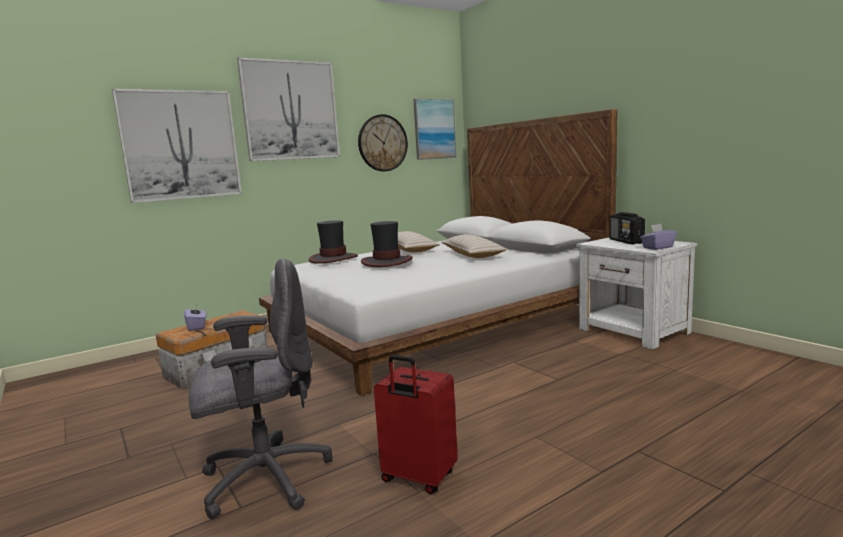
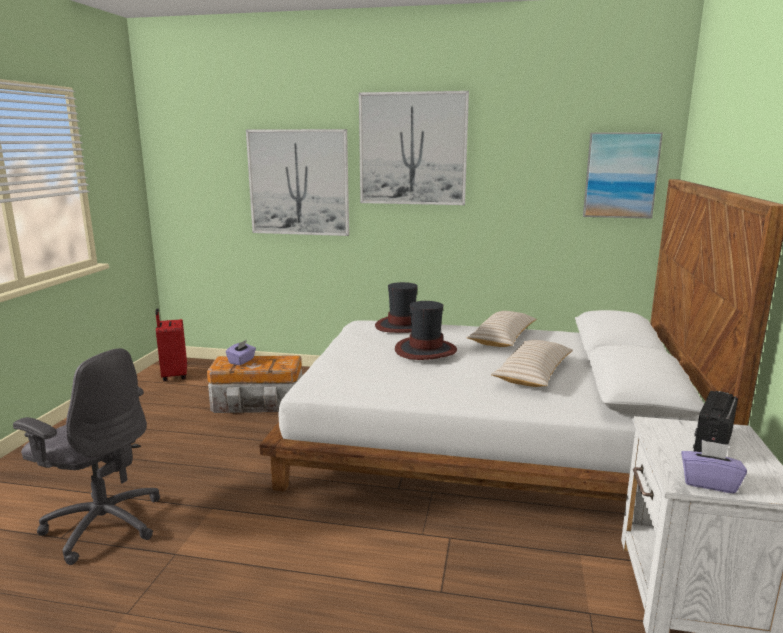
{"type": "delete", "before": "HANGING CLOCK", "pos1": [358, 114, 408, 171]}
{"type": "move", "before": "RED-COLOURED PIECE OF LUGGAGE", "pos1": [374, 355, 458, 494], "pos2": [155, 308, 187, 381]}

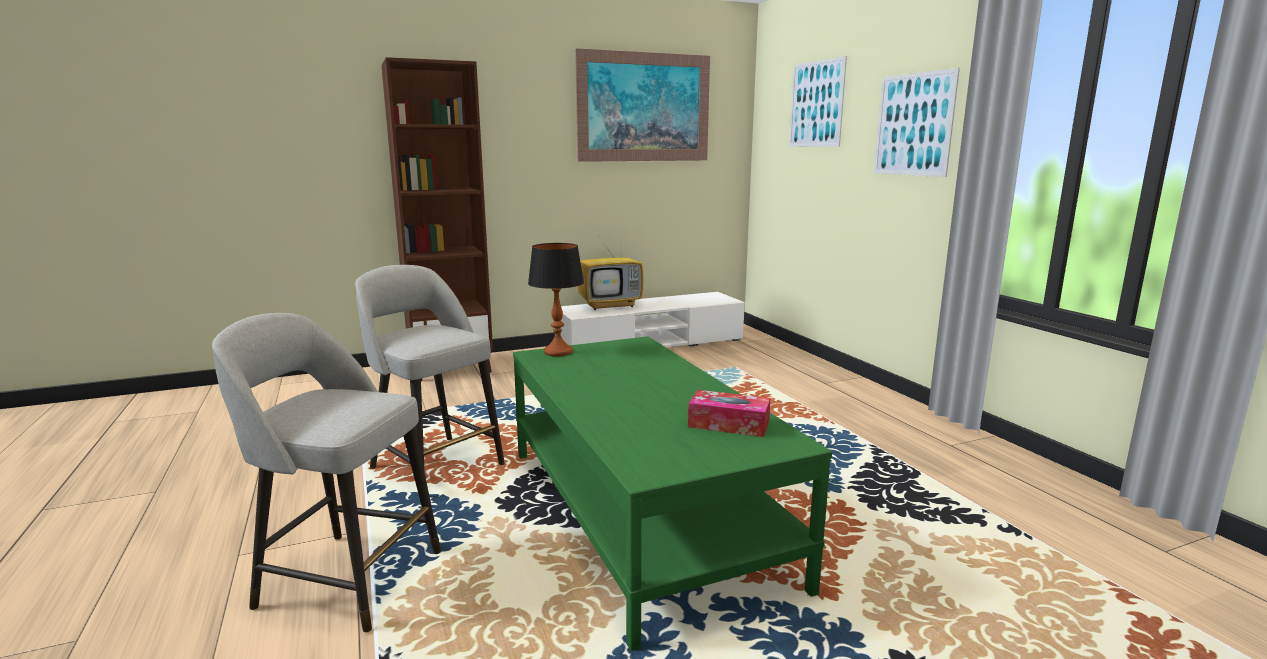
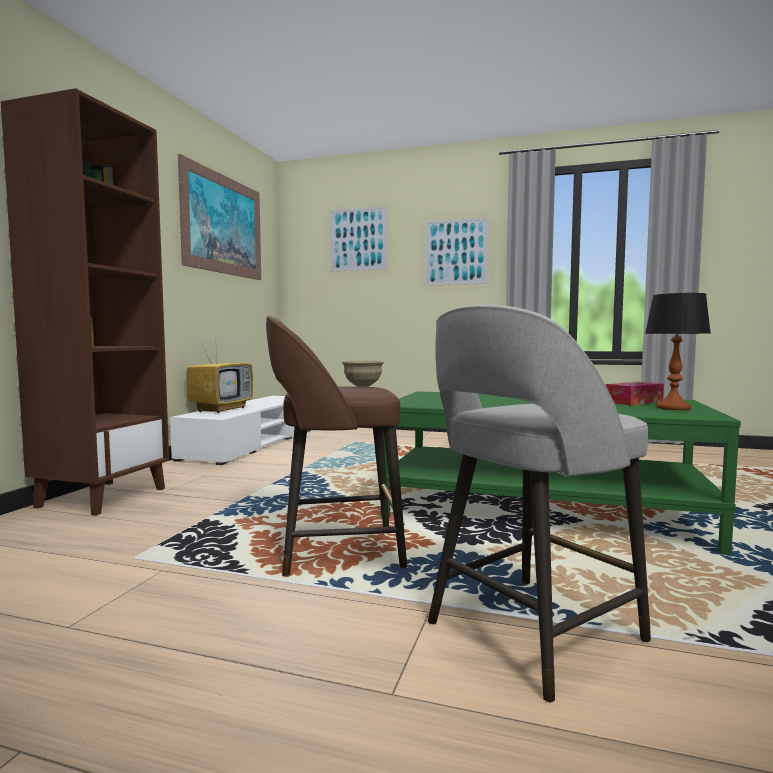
{"type": "move", "before": "LAMP FOR A TABLE", "pos1": [528, 243, 584, 356], "pos2": [645, 293, 711, 410]}
{"type": "recolor", "before": "GRAY SITTING STOOL", "after": "BROWN SITTING STOOL", "pos1": [355, 265, 505, 472], "pos2": [266, 316, 407, 576]}
{"type": "insert", "after": "SAND-COLOURED SERVING BOWL", "pos2": [342, 361, 384, 387]}

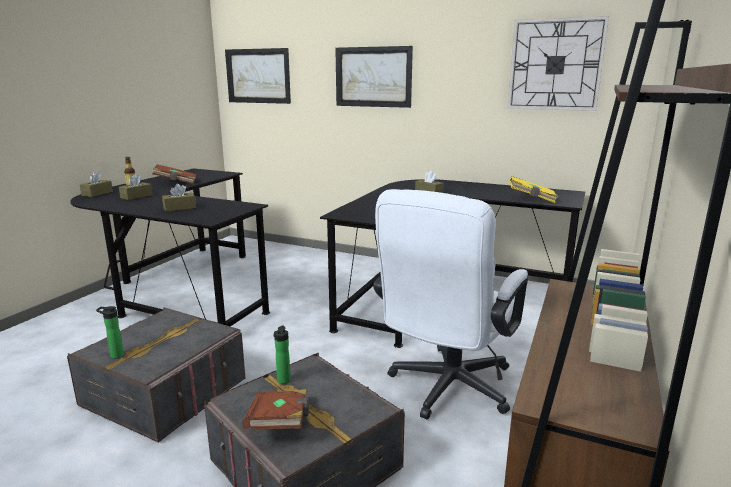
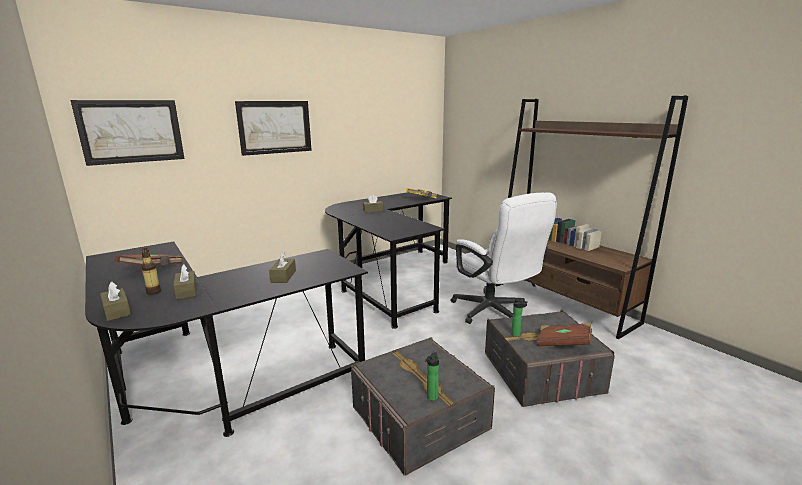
{"type": "delete", "before": "HANGING CLOCK", "pos1": [507, 16, 609, 111]}

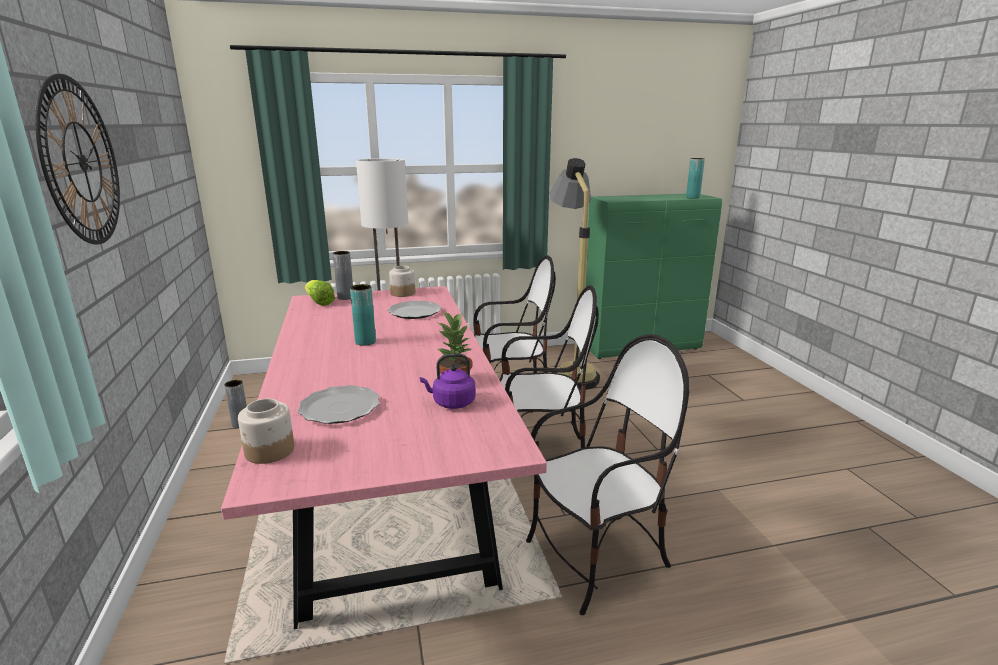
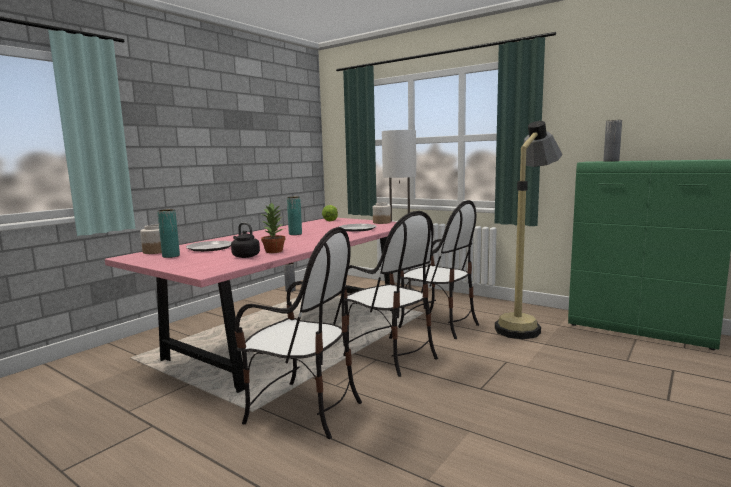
{"type": "delete", "before": "HANGING CLOCK", "pos1": [35, 74, 120, 245]}
{"type": "move", "before": "TURQUOISE DECORATIVE VASE", "pos1": [686, 158, 705, 199], "pos2": [157, 209, 180, 258]}
{"type": "move", "before": "GRAY DECORATIVE VASE", "pos1": [333, 251, 353, 300], "pos2": [603, 120, 622, 162]}
{"type": "recolor", "before": "PURPLE KETTLE", "after": "BLACK-COLOURED KETTLE", "pos1": [420, 354, 475, 409], "pos2": [231, 223, 260, 258]}

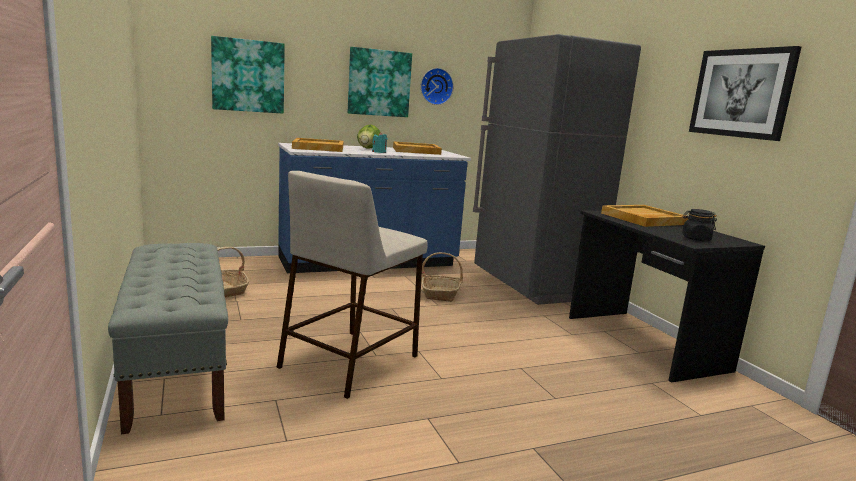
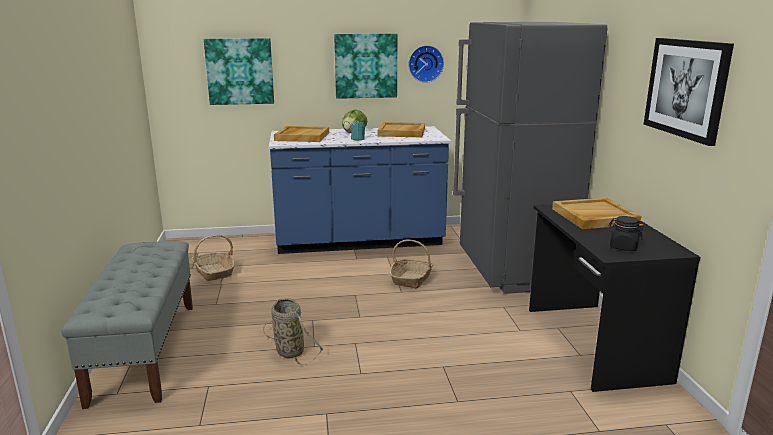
{"type": "replace", "before": "SAND-COLOURED SITTING STOOL", "after": "BASKET", "pos1": [276, 171, 428, 399], "pos2": [263, 298, 324, 365]}

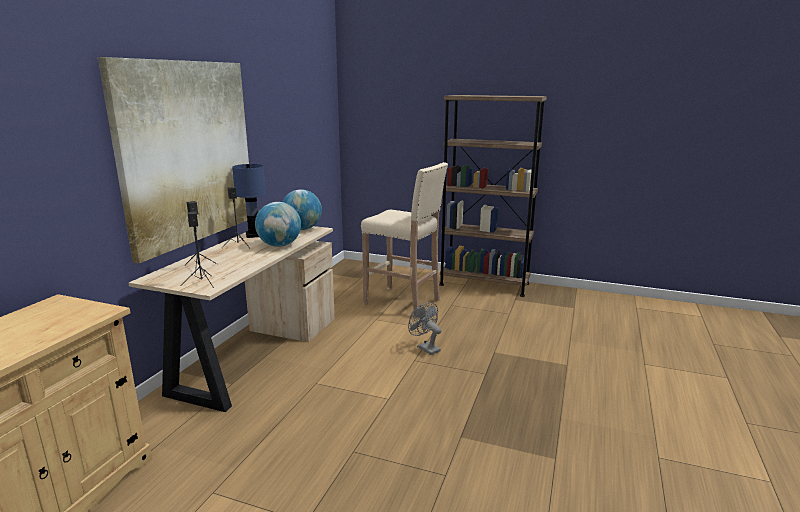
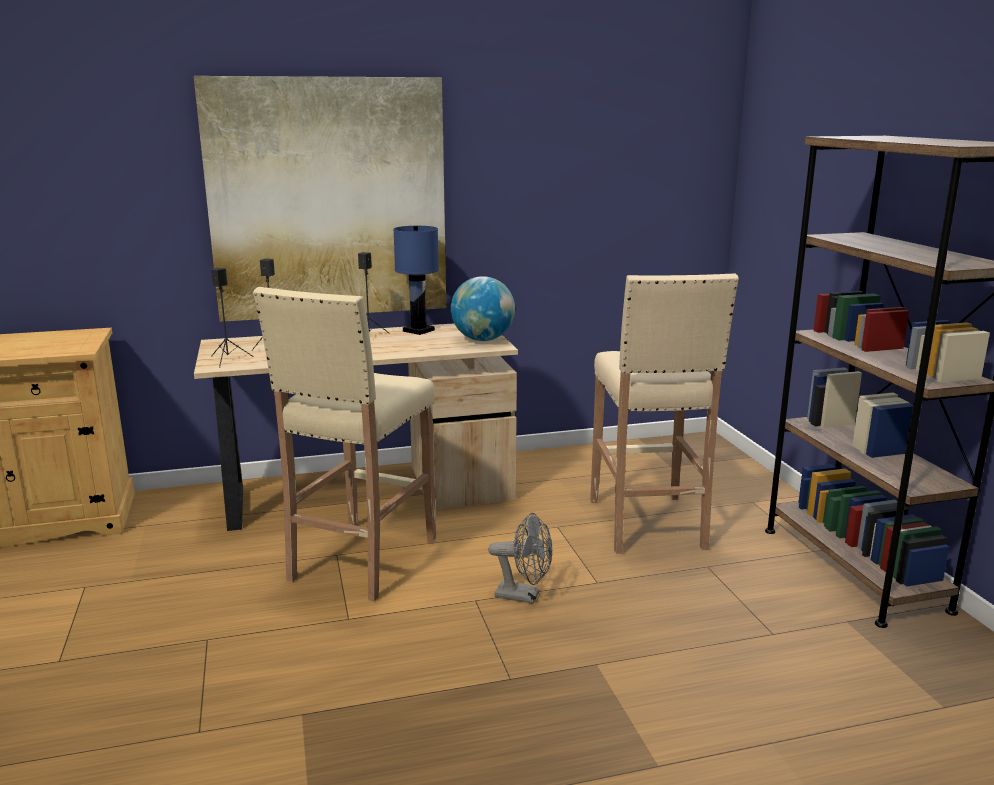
{"type": "delete", "before": "DESK GLOBE", "pos1": [255, 202, 301, 247]}
{"type": "rotate", "before": "GRAY FAN", "pos1": [408, 302, 441, 355], "pos2": [488, 513, 553, 604], "turn": 90}
{"type": "insert", "after": "SAND-COLOURED SITTING STOOL", "pos2": [253, 287, 436, 601]}

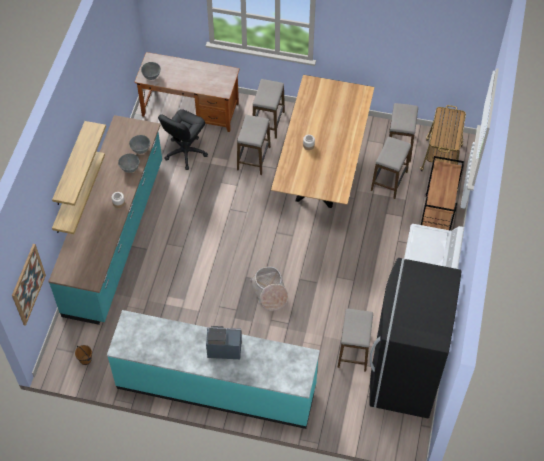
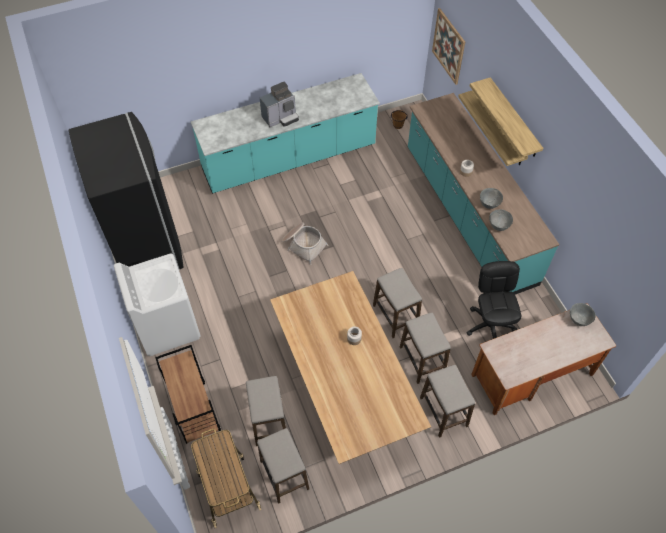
{"type": "move", "before": "SITTING STOOL", "pos1": [337, 309, 373, 372], "pos2": [373, 268, 422, 338]}

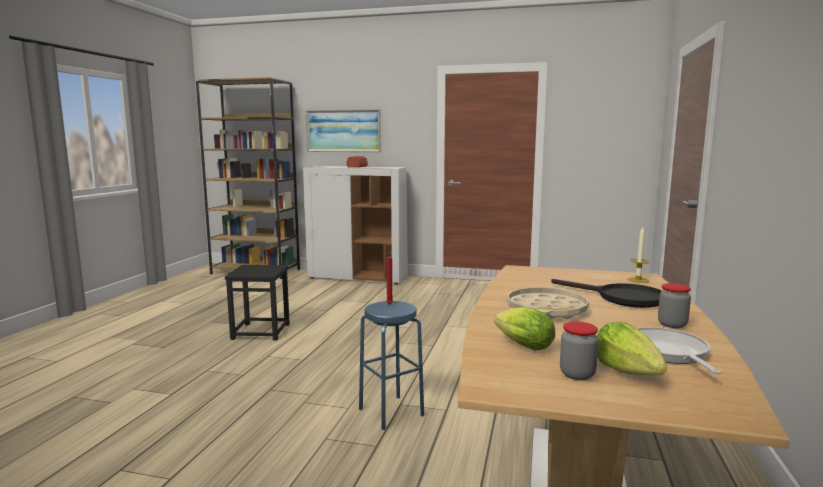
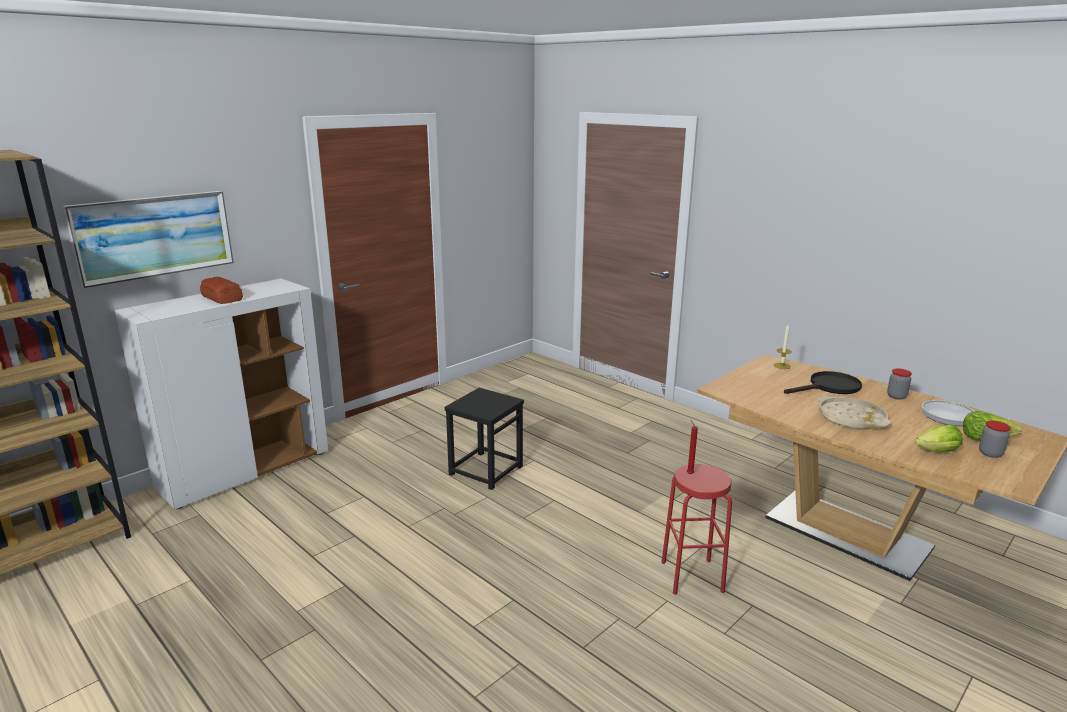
{"type": "move", "before": "BLACK-COLOURED SITTING STOOL", "pos1": [225, 265, 290, 341], "pos2": [445, 388, 524, 490]}
{"type": "recolor", "before": "BLUE SITTING STOOL", "after": "RED-COLOURED SITTING STOOL", "pos1": [359, 301, 424, 430], "pos2": [661, 464, 732, 595]}

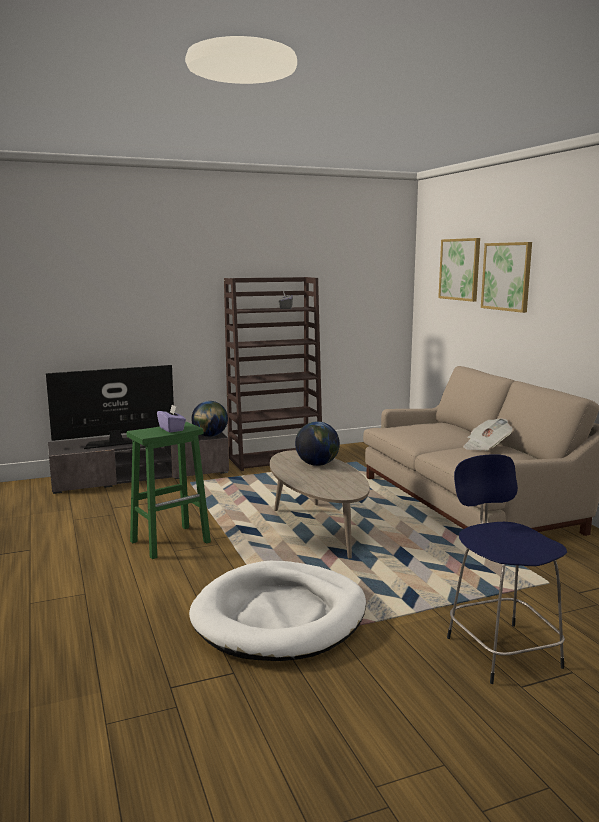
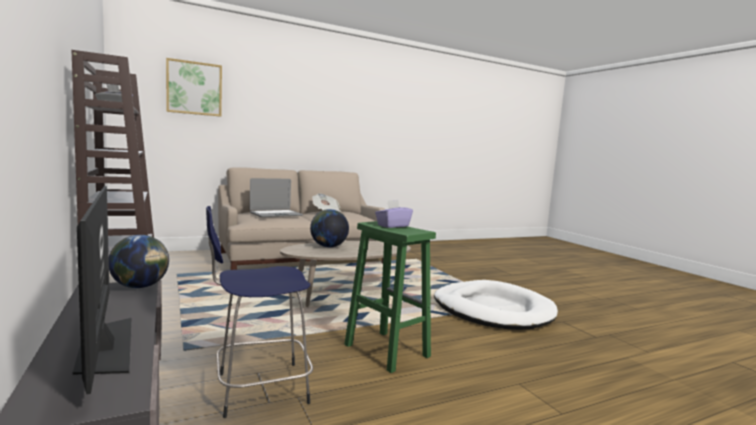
{"type": "delete", "before": "WALL PICTURE", "pos1": [481, 242, 532, 313]}
{"type": "move", "before": "BLUE SITTING STOOL", "pos1": [447, 454, 567, 684], "pos2": [206, 206, 313, 418]}
{"type": "insert", "after": "PORTABLE COMPUTER", "pos2": [250, 178, 303, 217]}

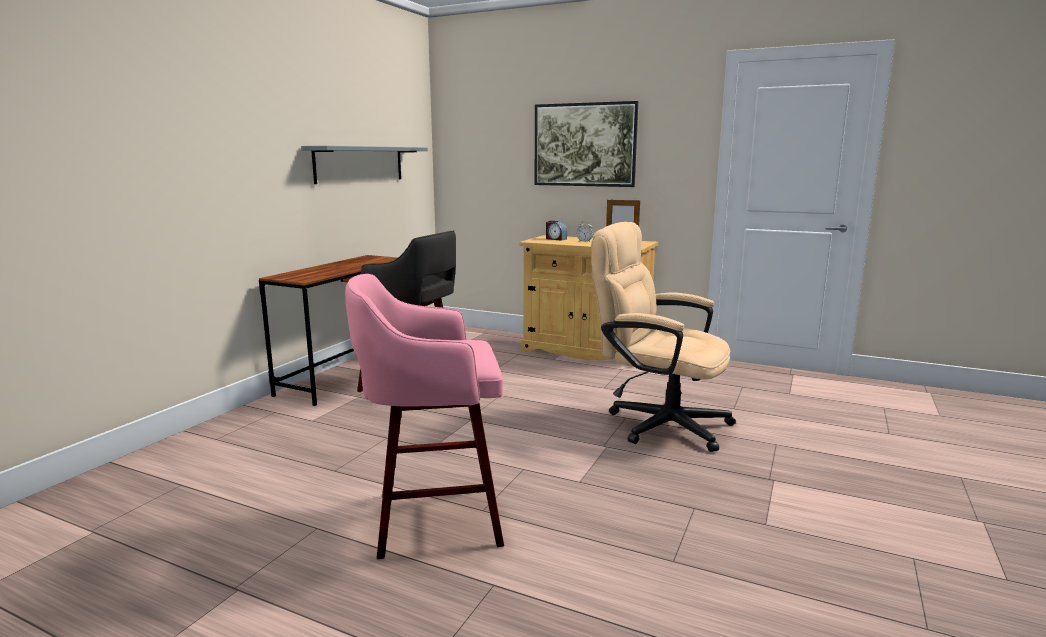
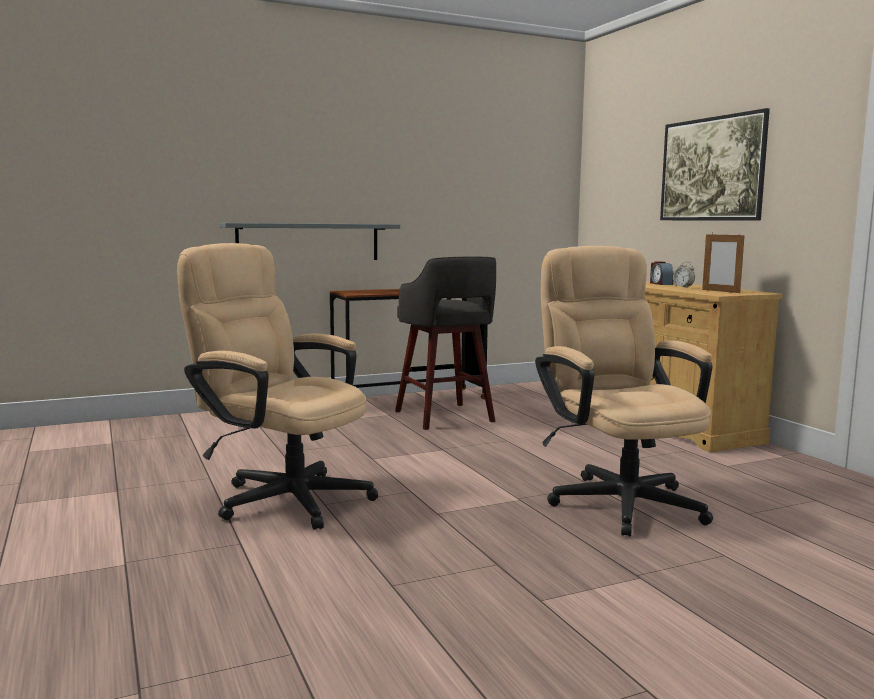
{"type": "move", "before": "GRAY SHELF", "pos1": [301, 146, 428, 184], "pos2": [220, 223, 400, 260]}
{"type": "replace", "before": "PINK SITTING STOOL", "after": "SAND-COLOURED OFFICE CHAIR", "pos1": [345, 274, 504, 559], "pos2": [177, 243, 378, 530]}

